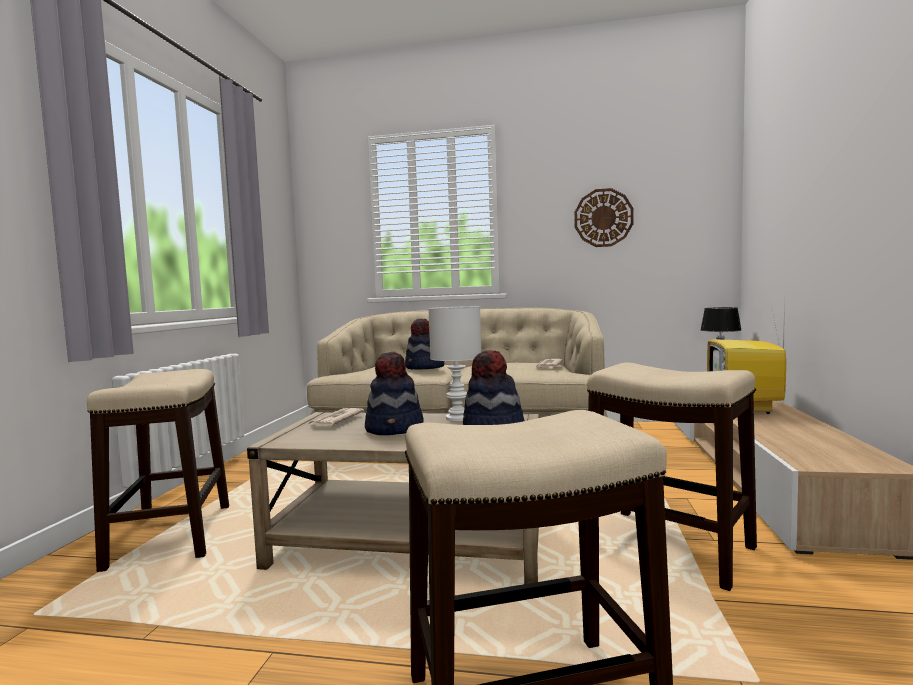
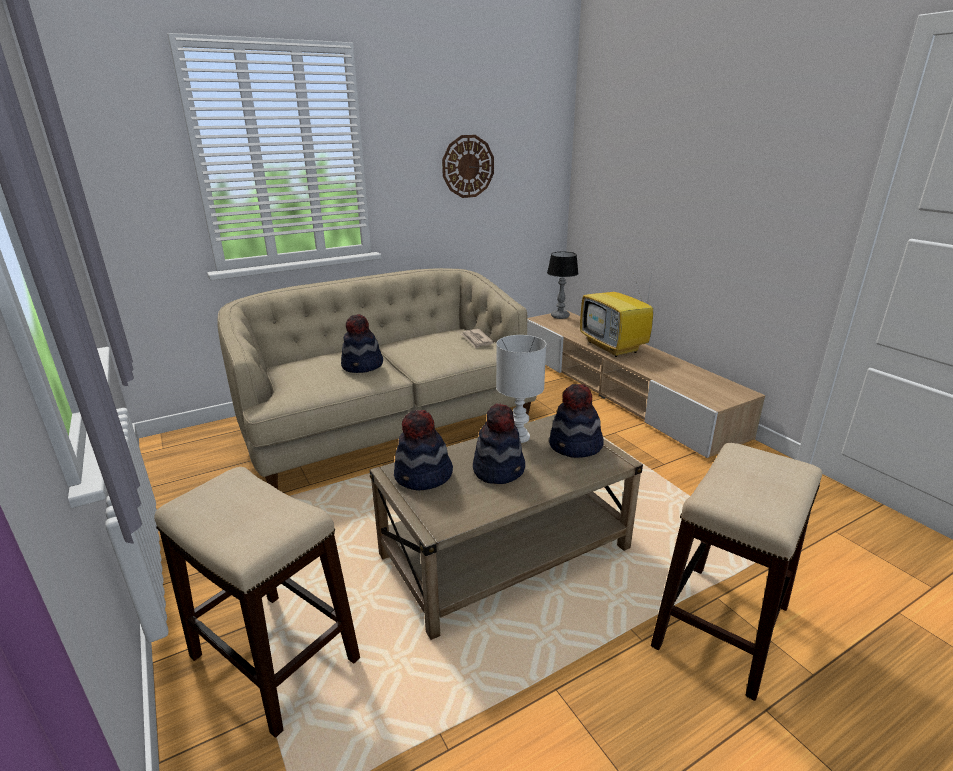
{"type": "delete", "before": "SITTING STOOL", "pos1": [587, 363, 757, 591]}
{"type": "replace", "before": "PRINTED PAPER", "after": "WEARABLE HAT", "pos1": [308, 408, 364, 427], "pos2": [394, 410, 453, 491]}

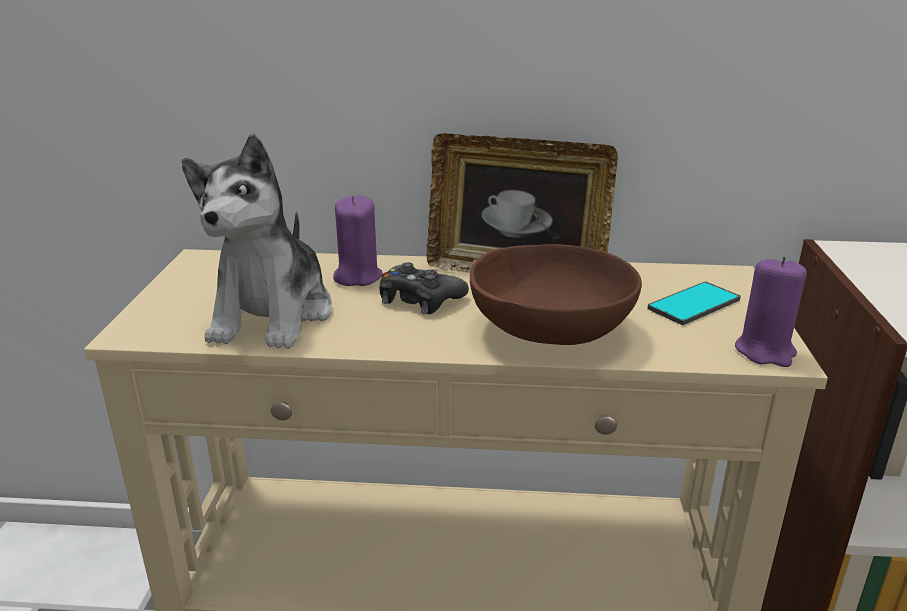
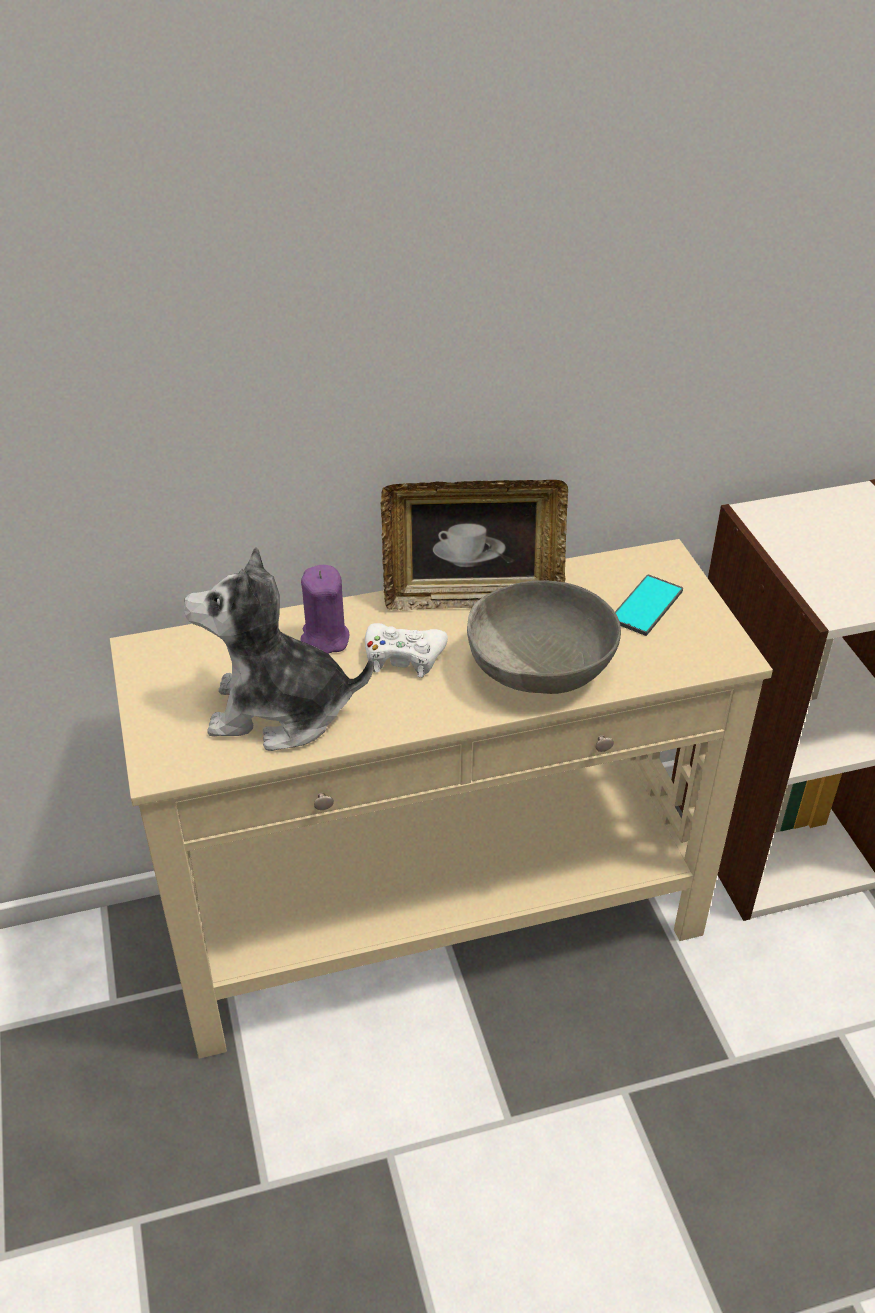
{"type": "rotate", "before": "PLUSH TOY", "pos1": [181, 134, 332, 349], "pos2": [184, 547, 373, 751], "turn": 105}
{"type": "recolor", "before": "BROWN SERVING BOWL", "after": "GRAY SERVING BOWL", "pos1": [470, 244, 642, 345], "pos2": [467, 580, 621, 694]}
{"type": "delete", "before": "PURPLE WAX LIGHT", "pos1": [735, 256, 807, 367]}
{"type": "recolor", "before": "BLACK-COLOURED JOYPAD", "after": "WHITISH JOYPAD", "pos1": [380, 262, 469, 314], "pos2": [365, 623, 448, 677]}

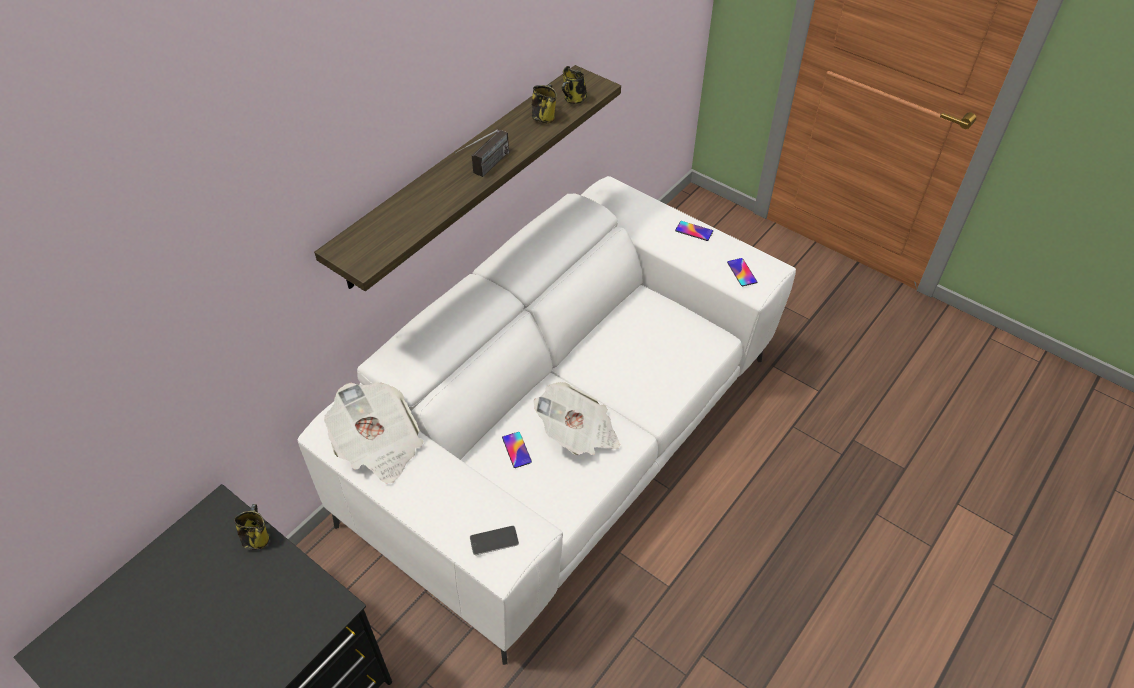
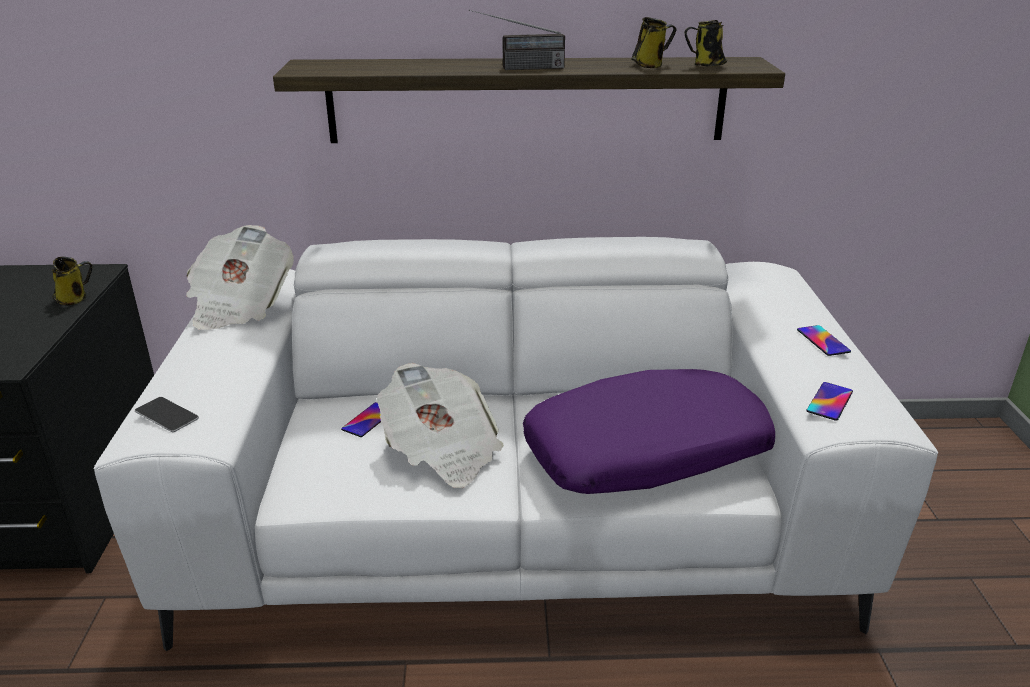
{"type": "insert", "after": "PURPLE PILLOW", "pos2": [523, 369, 775, 494]}

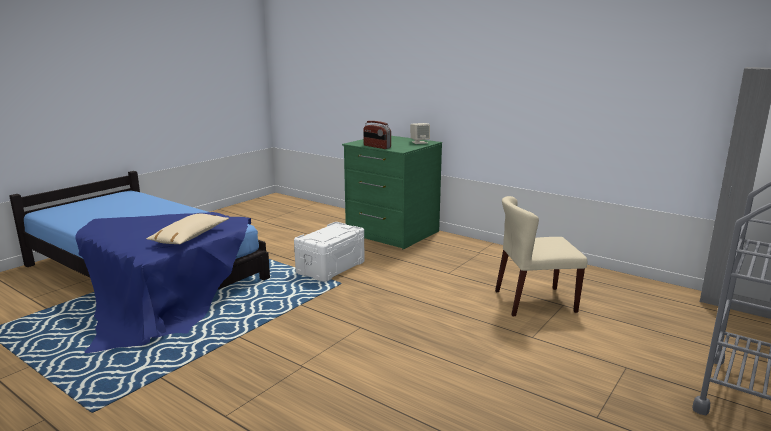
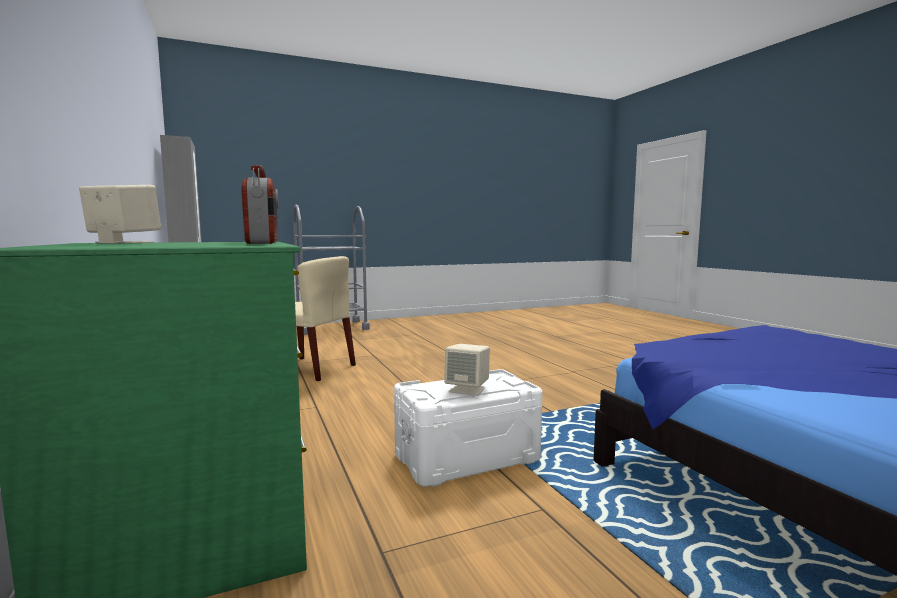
{"type": "delete", "before": "SAND-COLOURED PILLOW", "pos1": [146, 213, 229, 244]}
{"type": "insert", "after": "SAND-COLOURED SPEAKER", "pos2": [444, 344, 490, 396]}

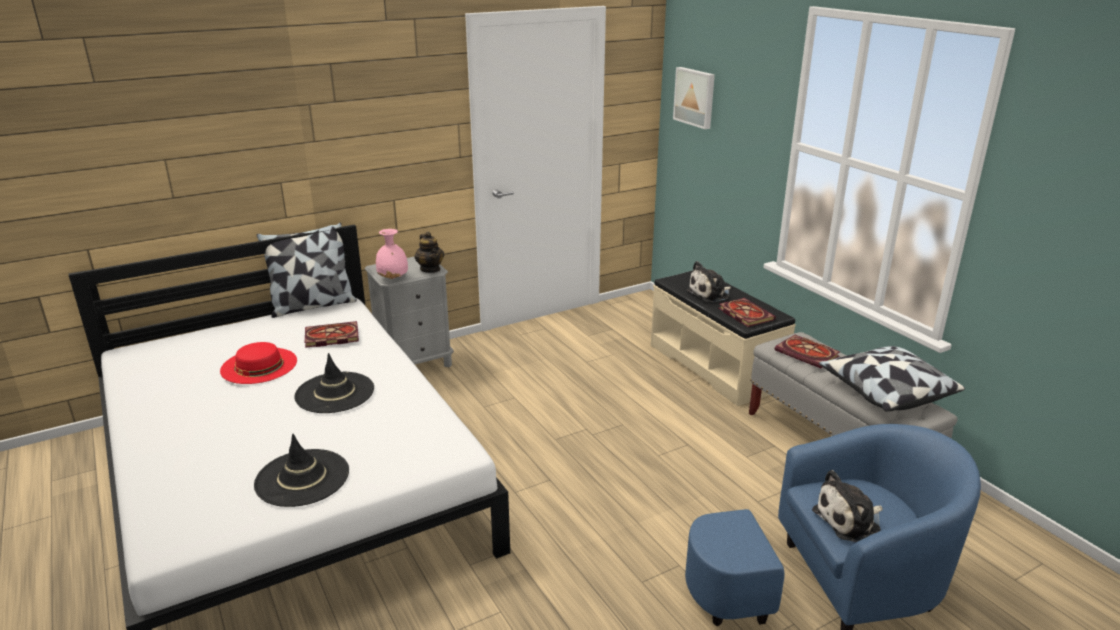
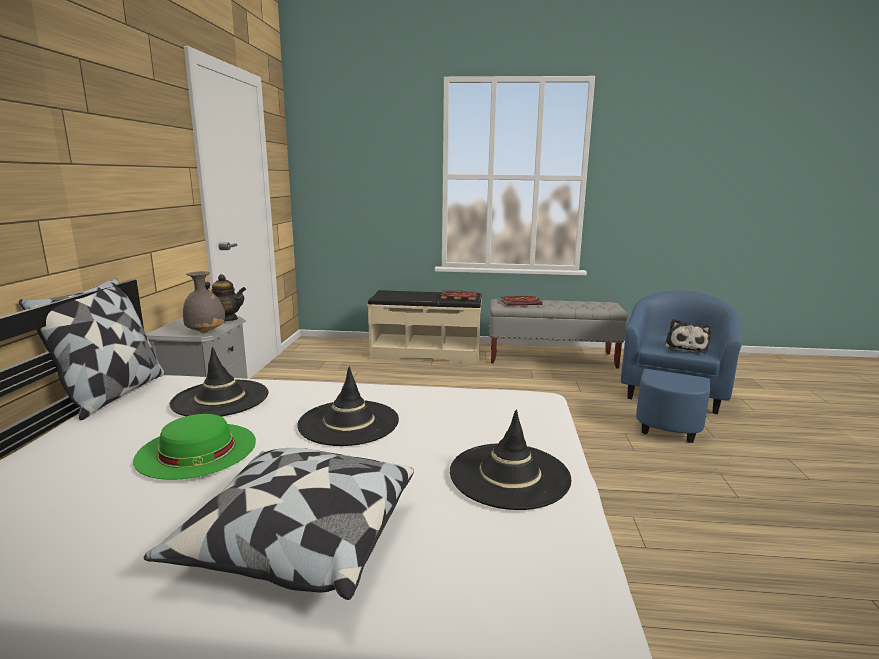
{"type": "delete", "before": "WALL PICTURE", "pos1": [673, 67, 715, 129]}
{"type": "recolor", "before": "PINK DECORATIVE VASE", "after": "GRAY DECORATIVE VASE", "pos1": [376, 229, 408, 279], "pos2": [183, 271, 225, 333]}
{"type": "delete", "before": "PLUSH TOY", "pos1": [686, 261, 731, 302]}
{"type": "replace", "before": "VOLUME", "after": "BLACK-COLOURED WEARABLE HAT", "pos1": [305, 321, 359, 348], "pos2": [170, 347, 269, 417]}
{"type": "recolor", "before": "RED-COLOURED WEARABLE HAT", "after": "GREEN WEARABLE HAT", "pos1": [220, 342, 297, 384], "pos2": [133, 414, 256, 480]}
{"type": "move", "before": "PILLOW", "pos1": [819, 346, 965, 412], "pos2": [144, 448, 414, 600]}

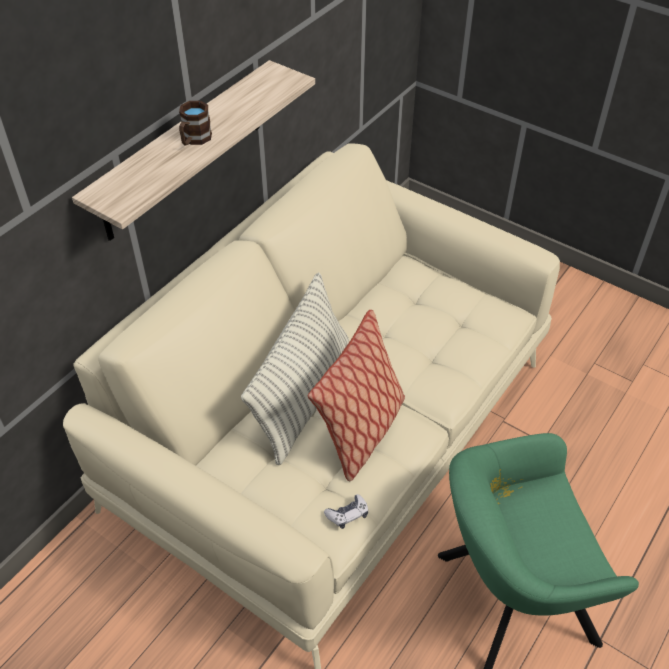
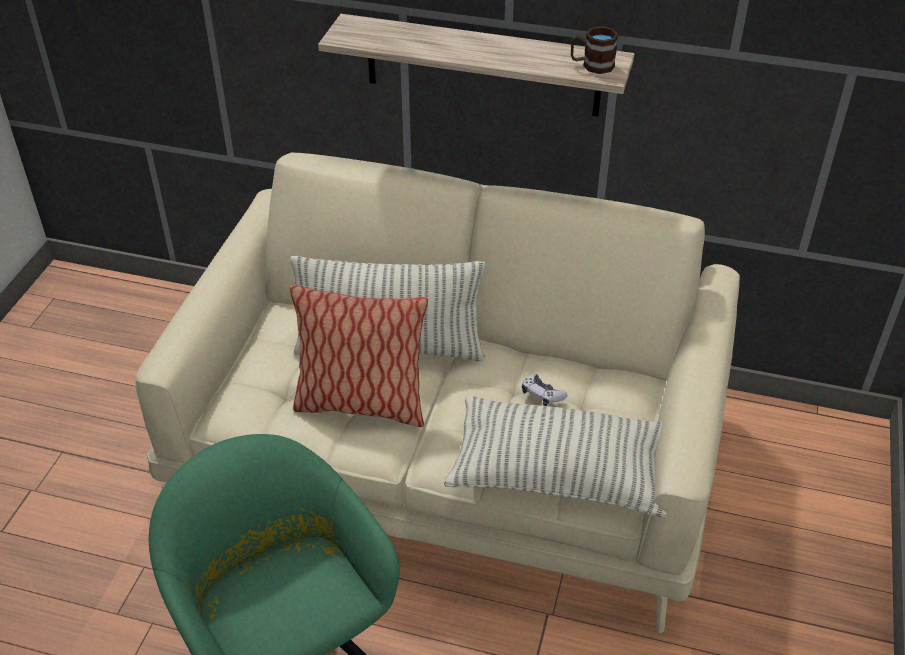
{"type": "move", "before": "BROWN MUG", "pos1": [179, 101, 212, 145], "pos2": [571, 26, 619, 74]}
{"type": "move", "before": "JOYPAD", "pos1": [324, 494, 368, 529], "pos2": [522, 374, 567, 406]}
{"type": "insert", "after": "PILLOW", "pos2": [444, 395, 667, 518]}

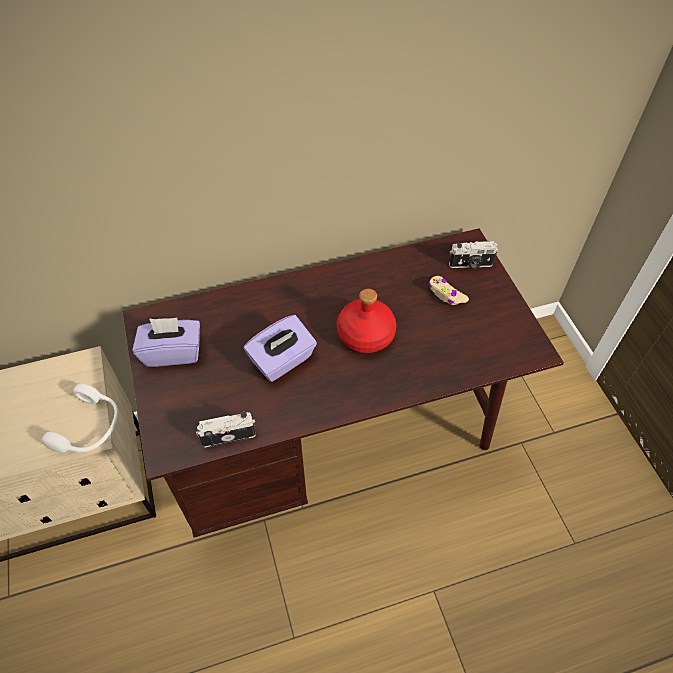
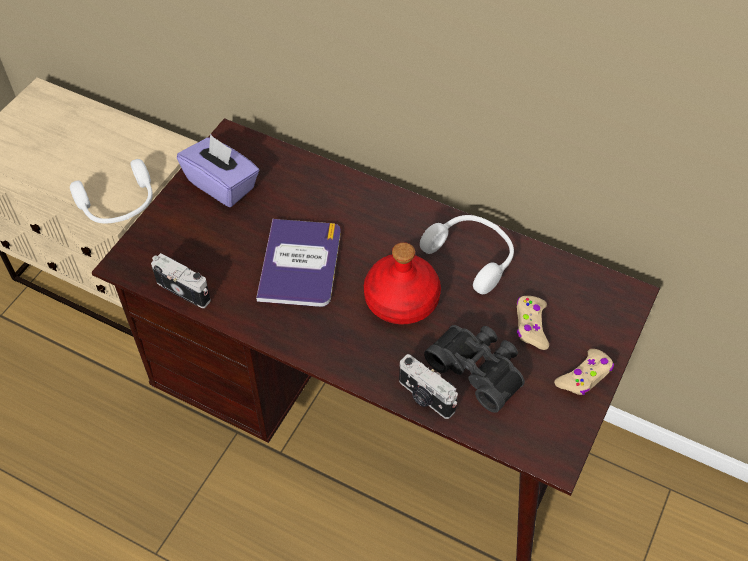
{"type": "move", "before": "STILL CAMERA", "pos1": [449, 241, 498, 269], "pos2": [399, 354, 458, 419]}
{"type": "replace", "before": "PURPLE TISSUE BOX", "after": "VOLUME", "pos1": [244, 315, 317, 382], "pos2": [256, 219, 341, 307]}
{"type": "insert", "after": "WHITISH PAIR OF HEADPHONES", "pos2": [420, 215, 514, 294]}
{"type": "insert", "after": "BLACK-COLOURED FIELD GLASSES", "pos2": [424, 325, 525, 413]}
{"type": "insert", "after": "SAND-COLOURED JOYPAD", "pos2": [554, 349, 614, 395]}

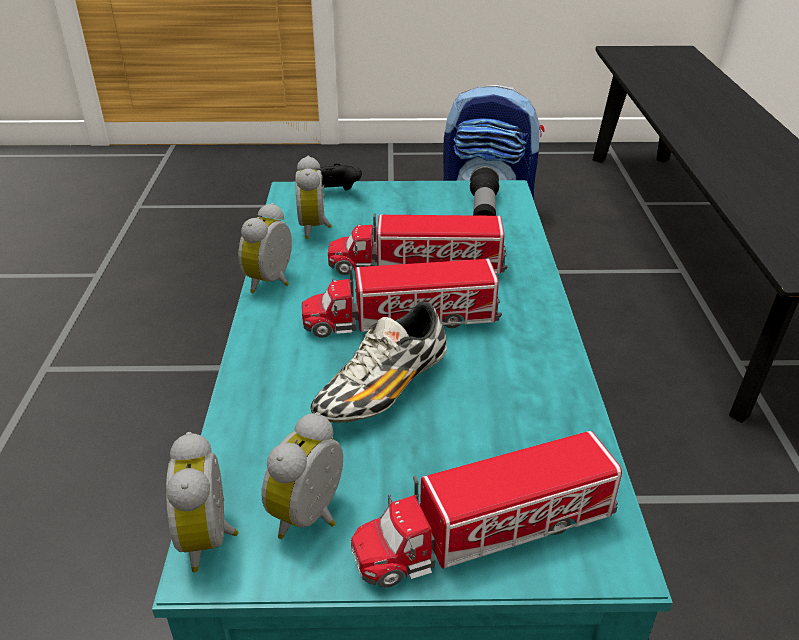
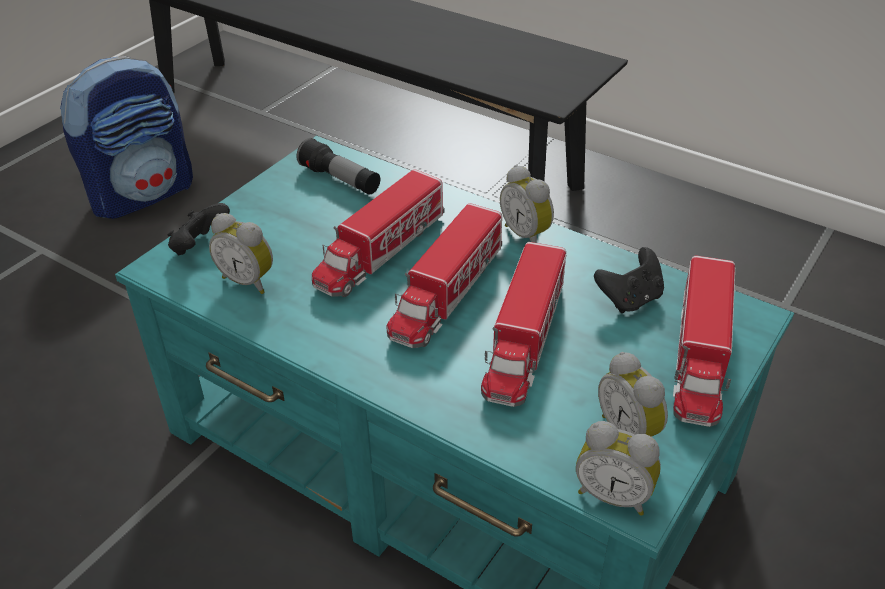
{"type": "move", "before": "ALARM CLOCK", "pos1": [238, 203, 292, 294], "pos2": [500, 165, 554, 243]}
{"type": "replace", "before": "SHOE", "after": "TOY LORRY", "pos1": [310, 302, 447, 423], "pos2": [481, 242, 566, 407]}
{"type": "insert", "after": "BLACK-COLOURED JOYPAD", "pos2": [594, 247, 664, 313]}

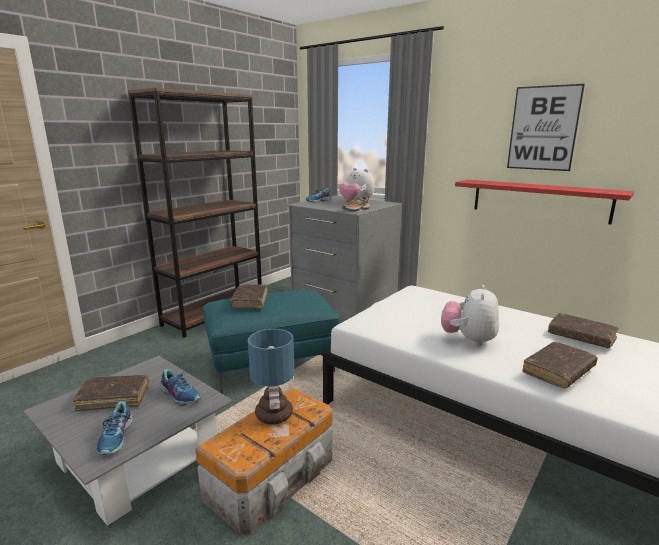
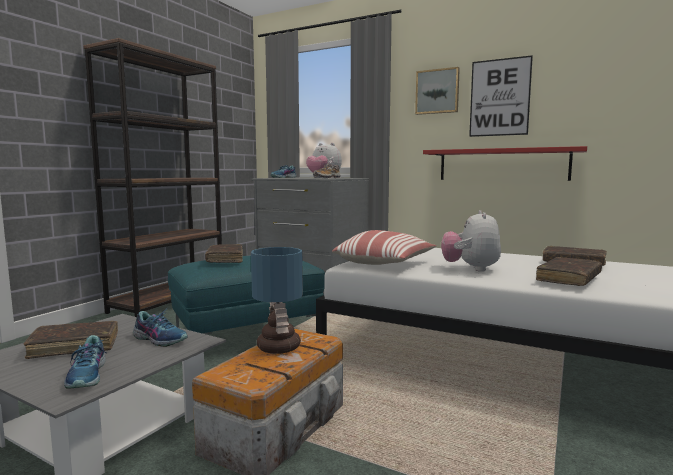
{"type": "insert", "after": "WALL PICTURE", "pos2": [415, 67, 460, 115]}
{"type": "insert", "after": "PILLOW", "pos2": [332, 230, 437, 265]}

